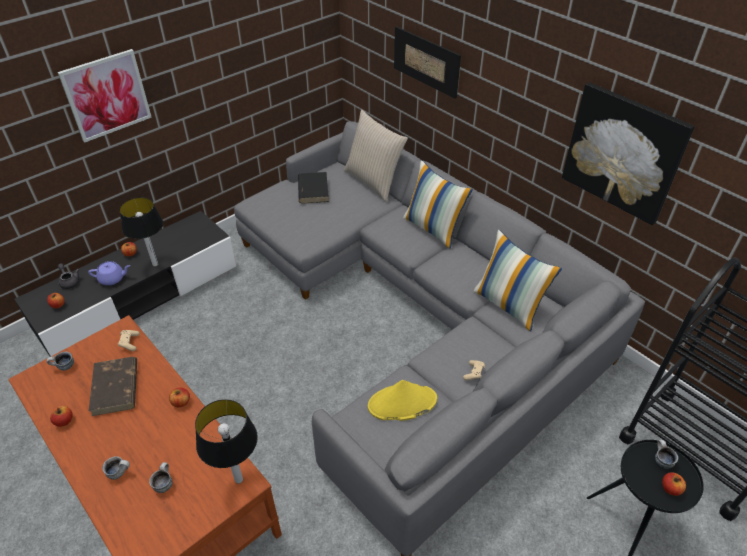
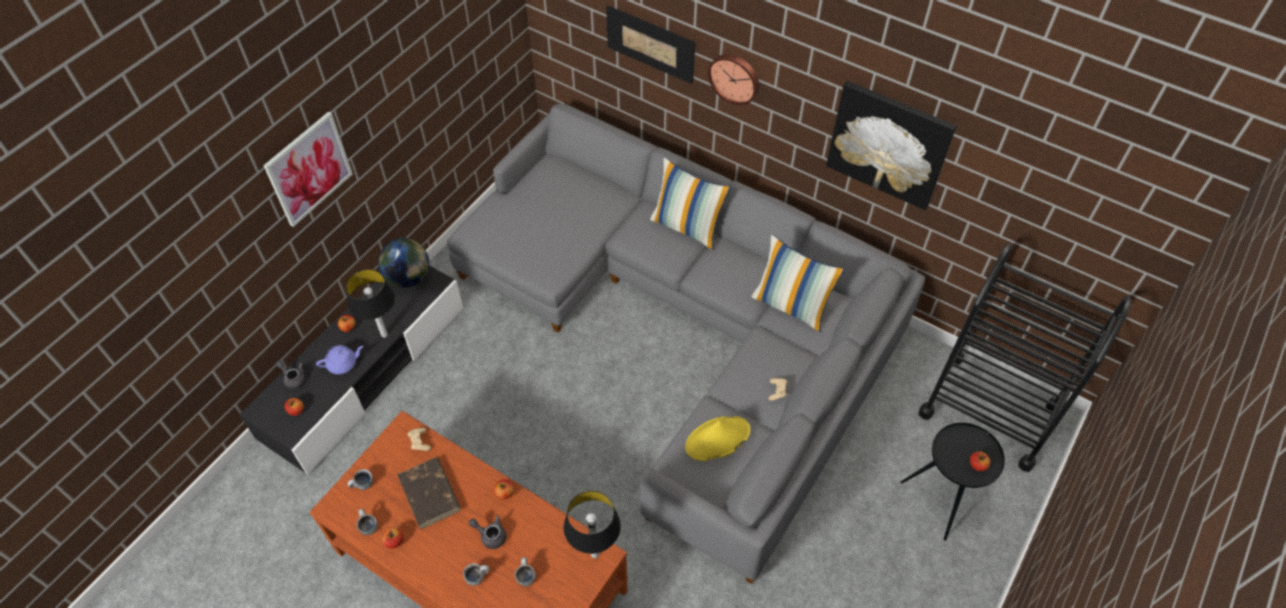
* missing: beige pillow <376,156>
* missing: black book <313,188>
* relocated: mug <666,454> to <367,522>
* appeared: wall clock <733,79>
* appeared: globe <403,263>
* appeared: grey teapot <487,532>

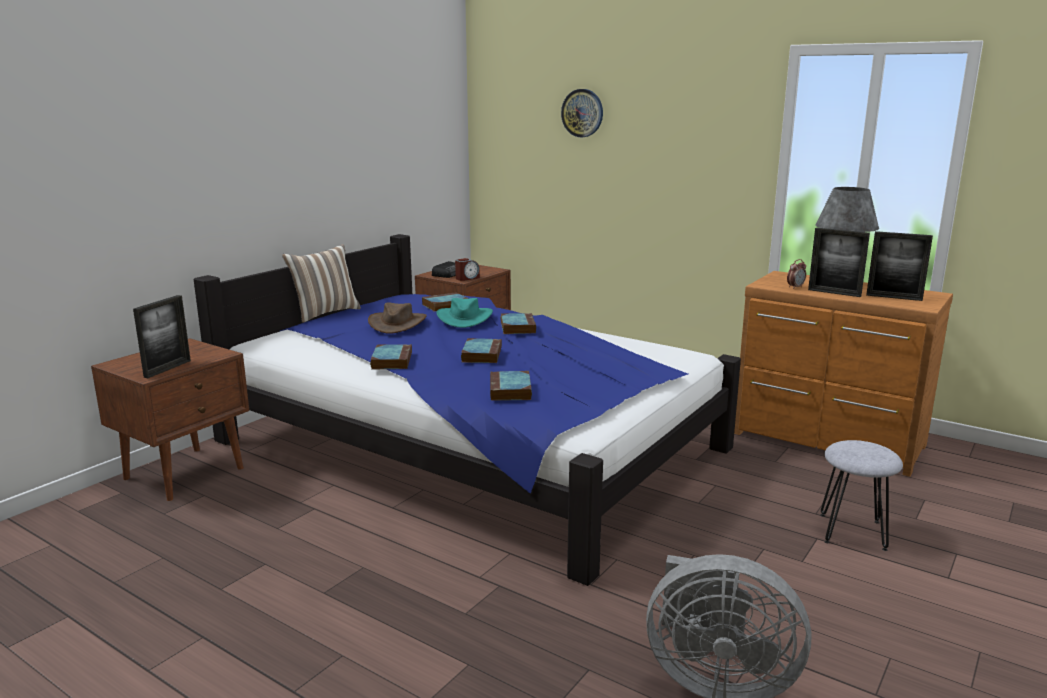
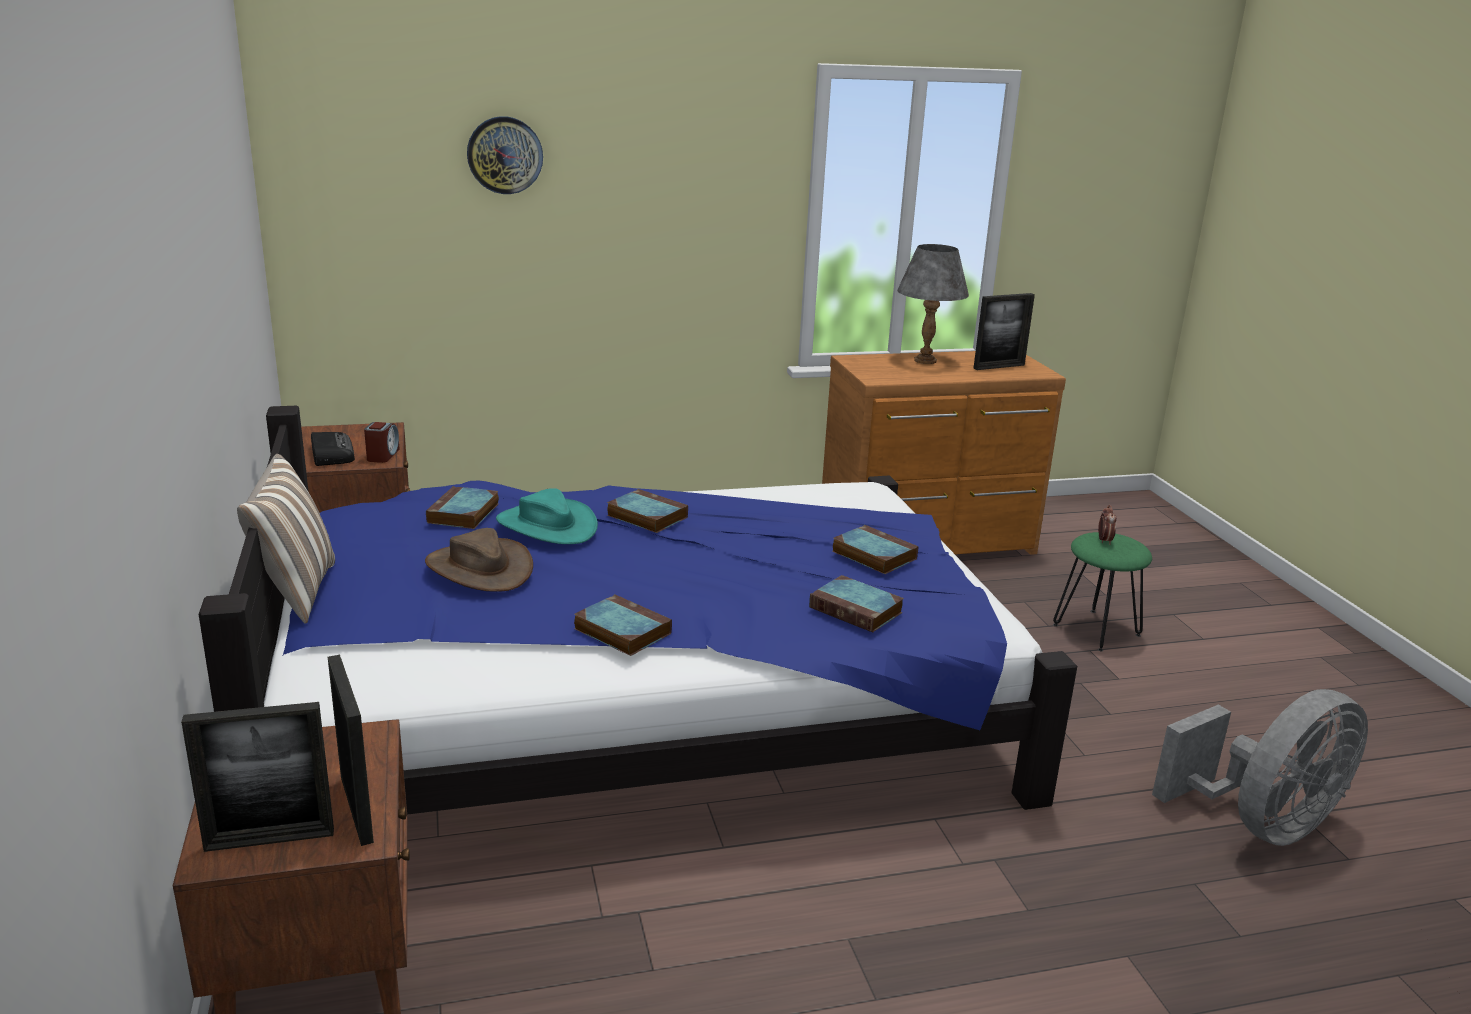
* relocated: picture frame <839,262> to <257,777>
* relocated: alarm clock <796,274> to <1107,525>
* relocated: book <481,350> to <875,549>
* colour: grey stool <861,495> to green stool <1102,592>

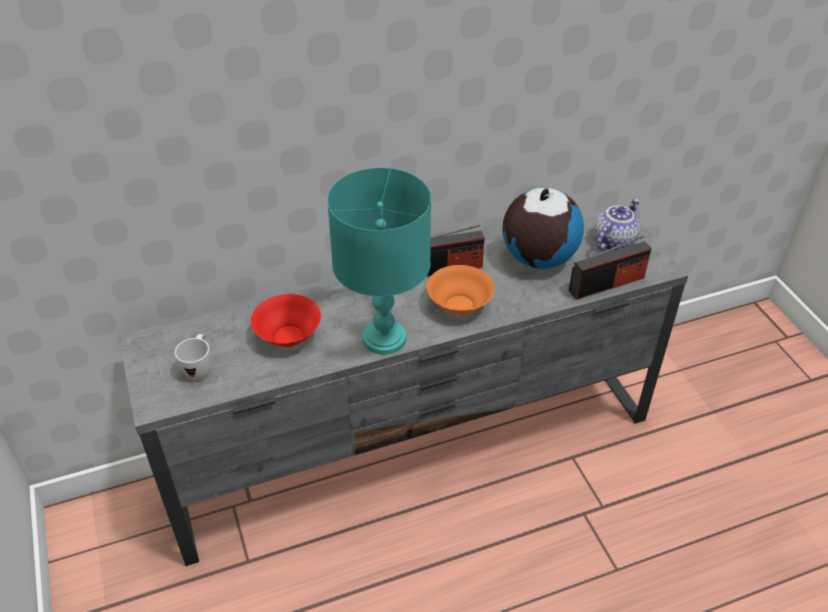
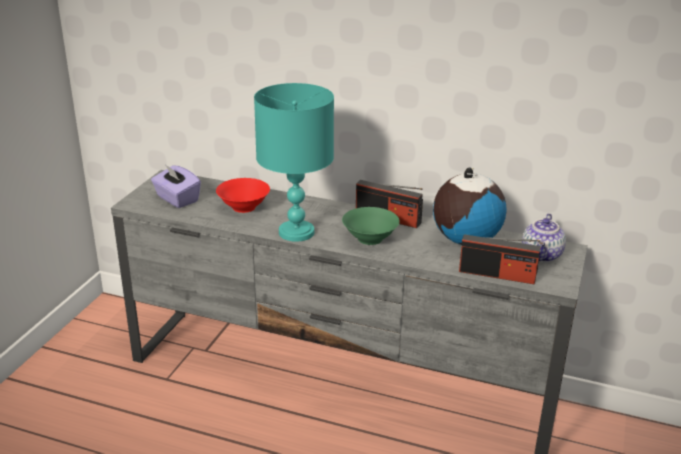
* spun: teapot <617,225> = <544,237> 120 degrees clockwise
* colour: orange bowl <460,290> to green bowl <371,226>
* exchanged: white mug <193,357> to purple tissue box <176,185>

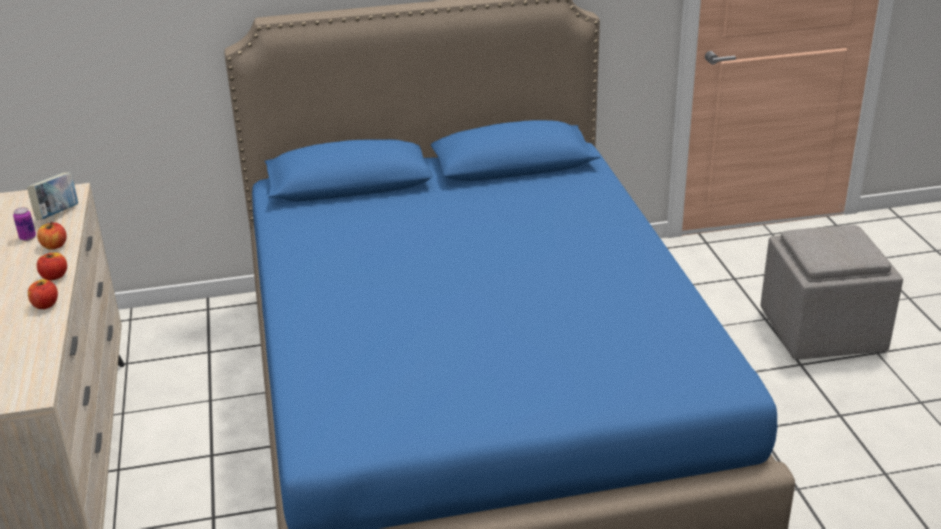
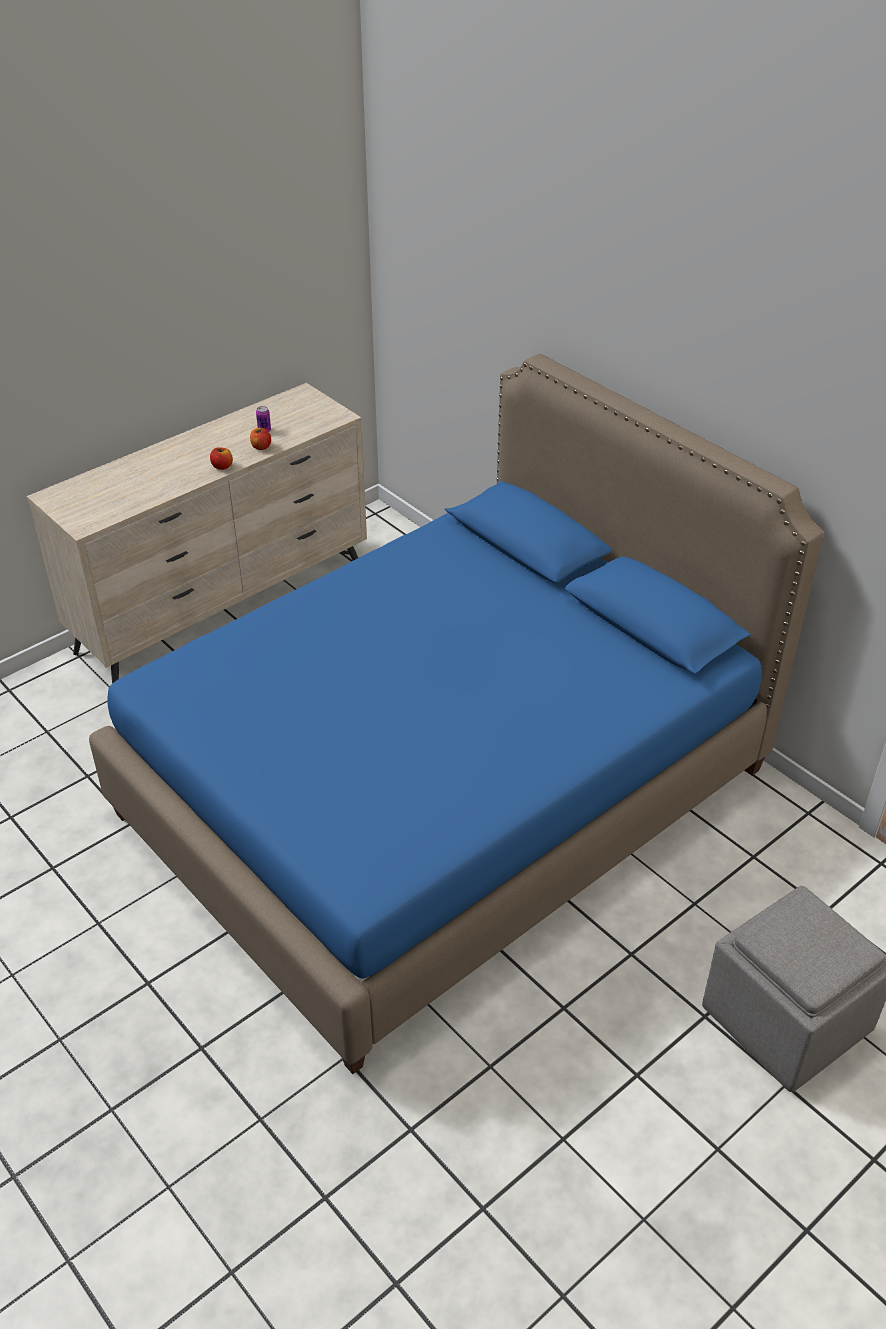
* missing: book <52,196>
* missing: apple <43,294>

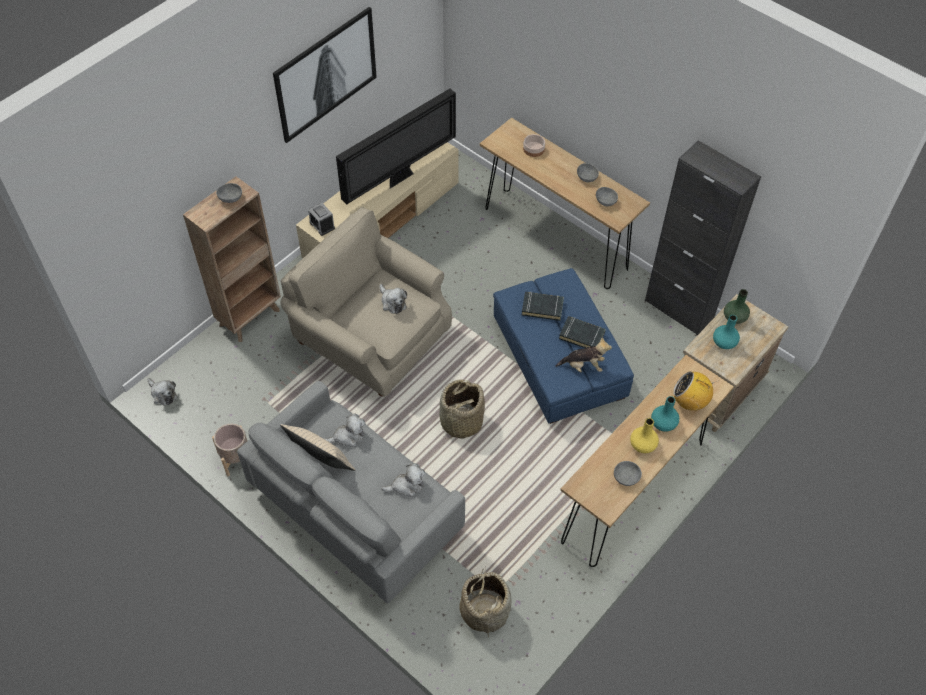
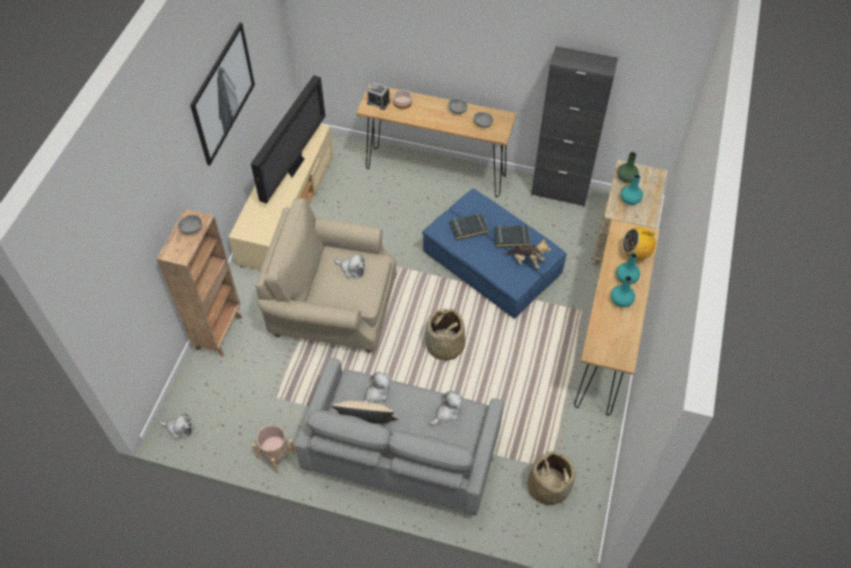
* relocated: alarm clock <321,219> to <378,96>
* spun: plush toy <584,354> = <527,254> 45 degrees clockwise
* colour: yellow vase <644,435> to turquoise vase <623,291>
* missing: grey bowl <628,473>

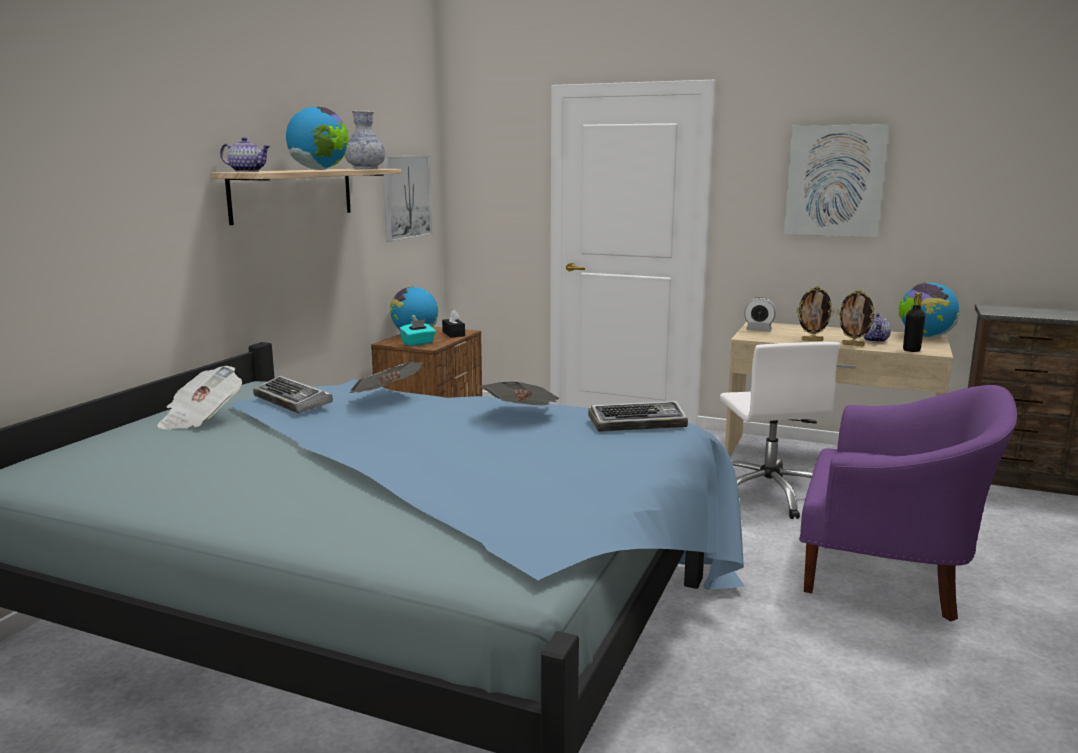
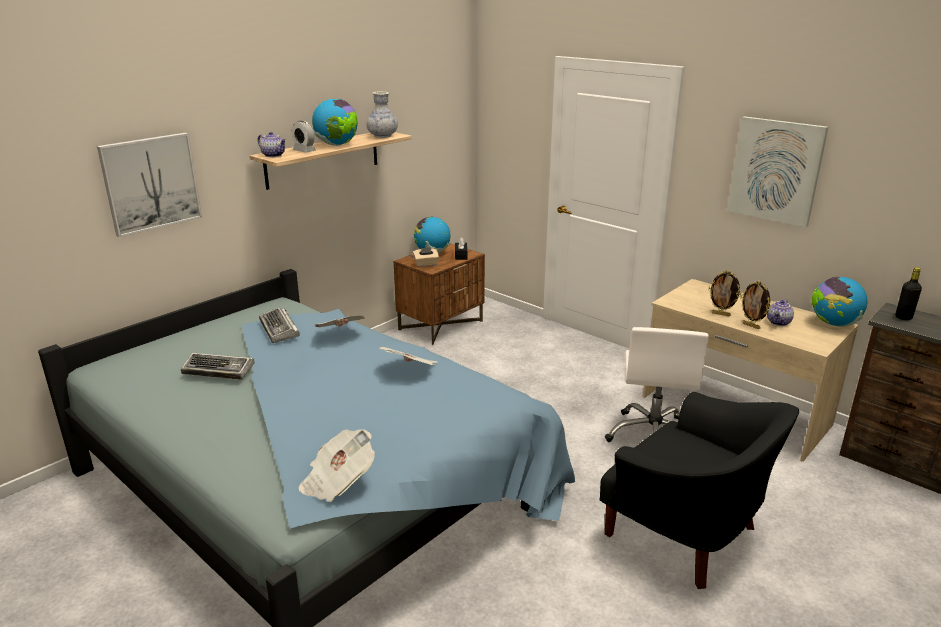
* relocated: picture <407,199> to <149,185>
* relocated: black bottle <914,322> to <909,293>
* relocated: alarm clock <760,314> to <304,137>
* colour: turquoise tissue box <417,332> to beige tissue box <426,257>
* relocated: newspaper <199,397> to <336,465>
* colour: purple armchair <908,503> to black armchair <699,490>
* relocated: keyboard <638,416> to <218,366>

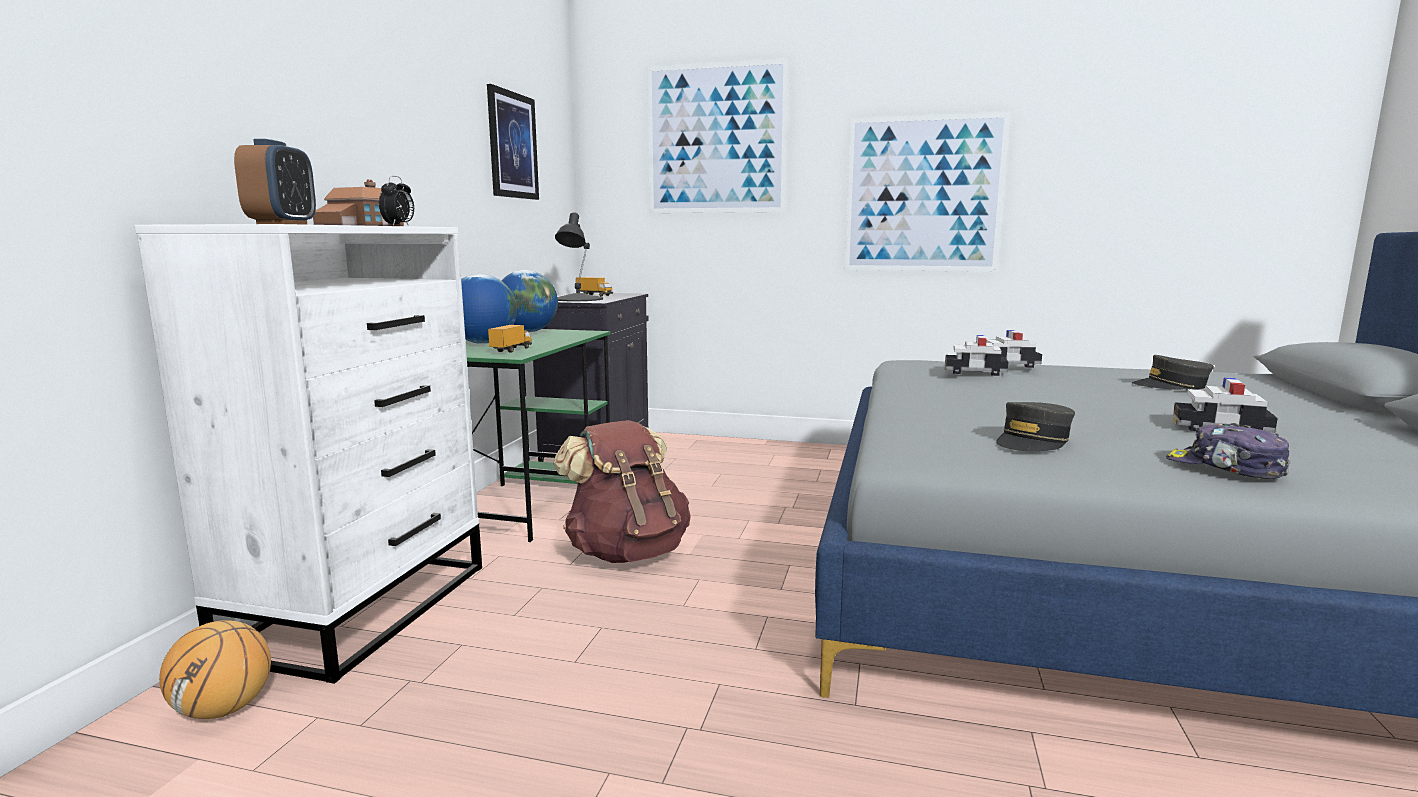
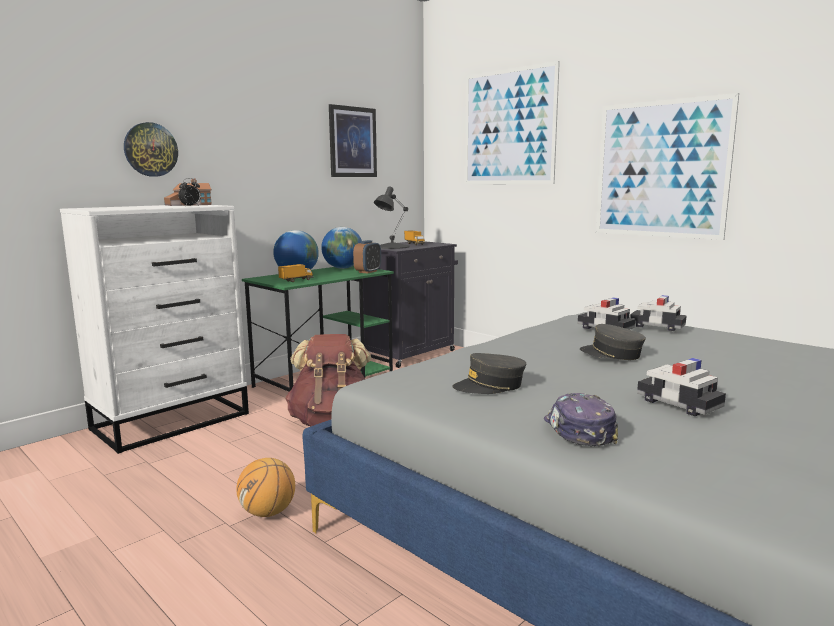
* relocated: alarm clock <275,182> to <367,256>
* relocated: grey cap <1173,372> to <613,342>
* relocated: basketball <215,669> to <265,487>
* appeared: wall clock <151,149>

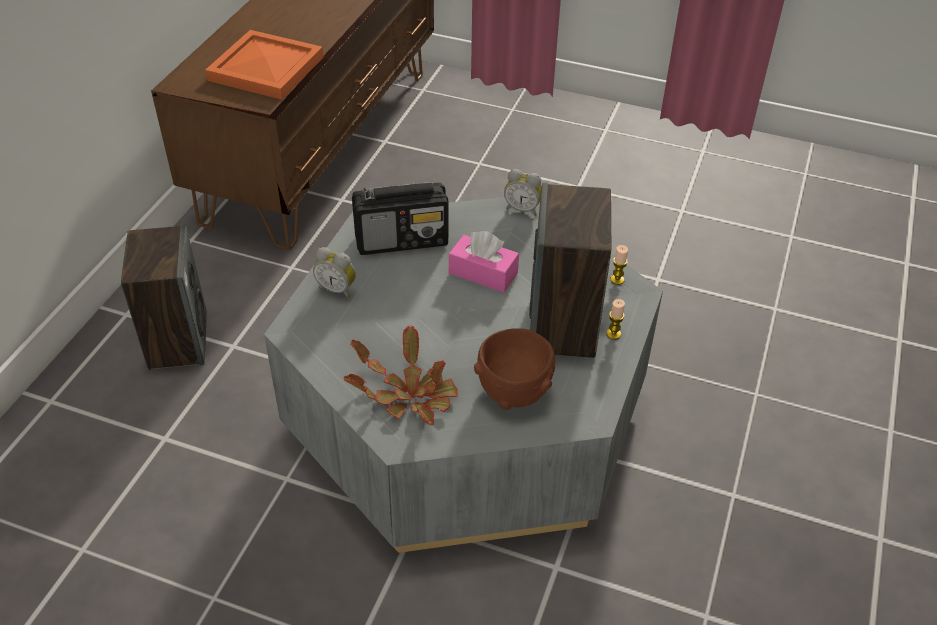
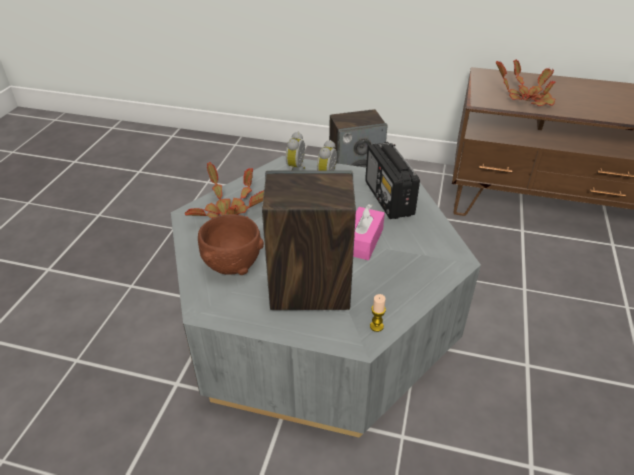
* exchanged: orange tray <264,65> to potted plant <525,82>
* relocated: alarm clock <523,192> to <295,151>
* missing: candle <615,319>

